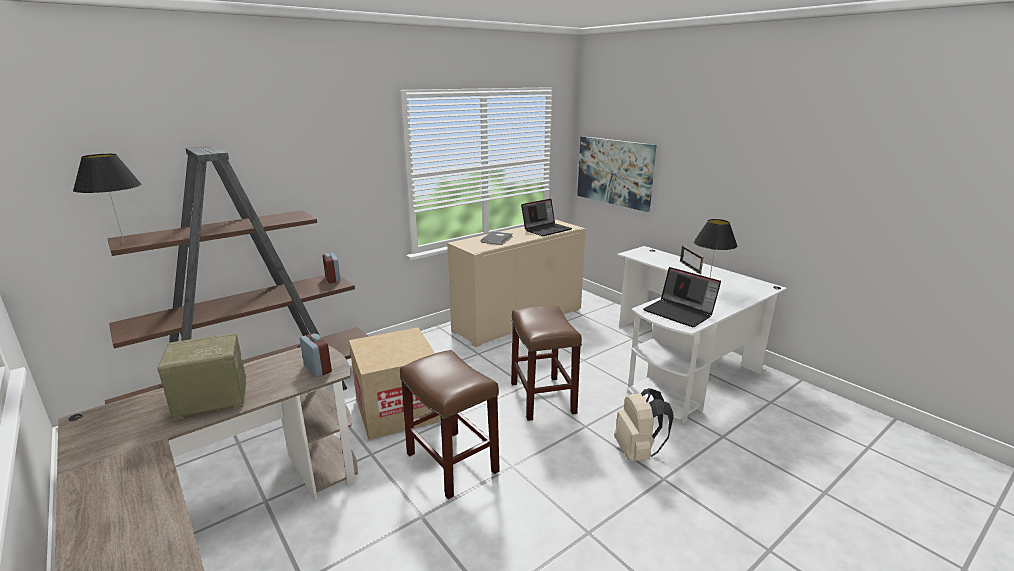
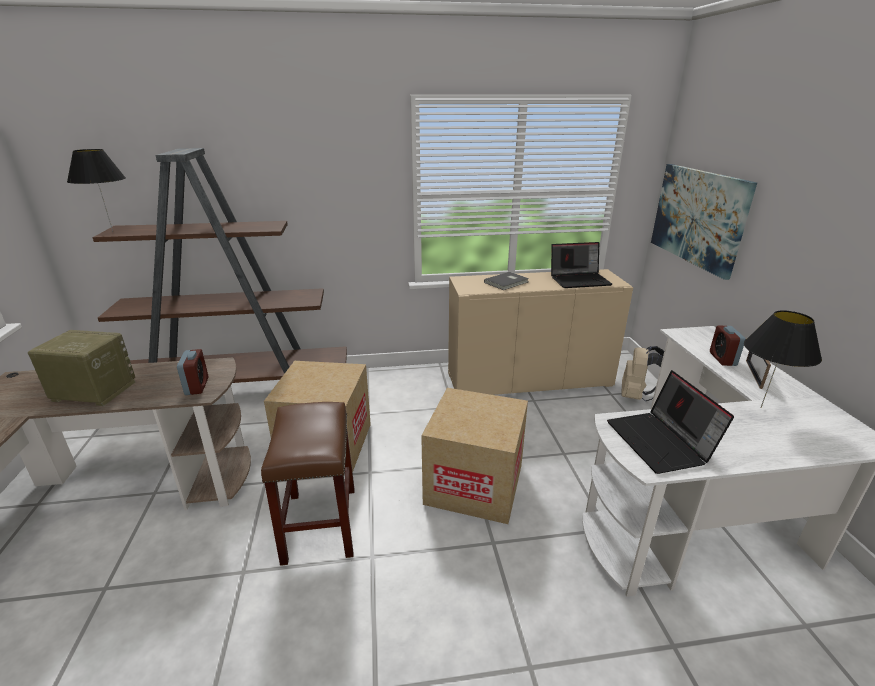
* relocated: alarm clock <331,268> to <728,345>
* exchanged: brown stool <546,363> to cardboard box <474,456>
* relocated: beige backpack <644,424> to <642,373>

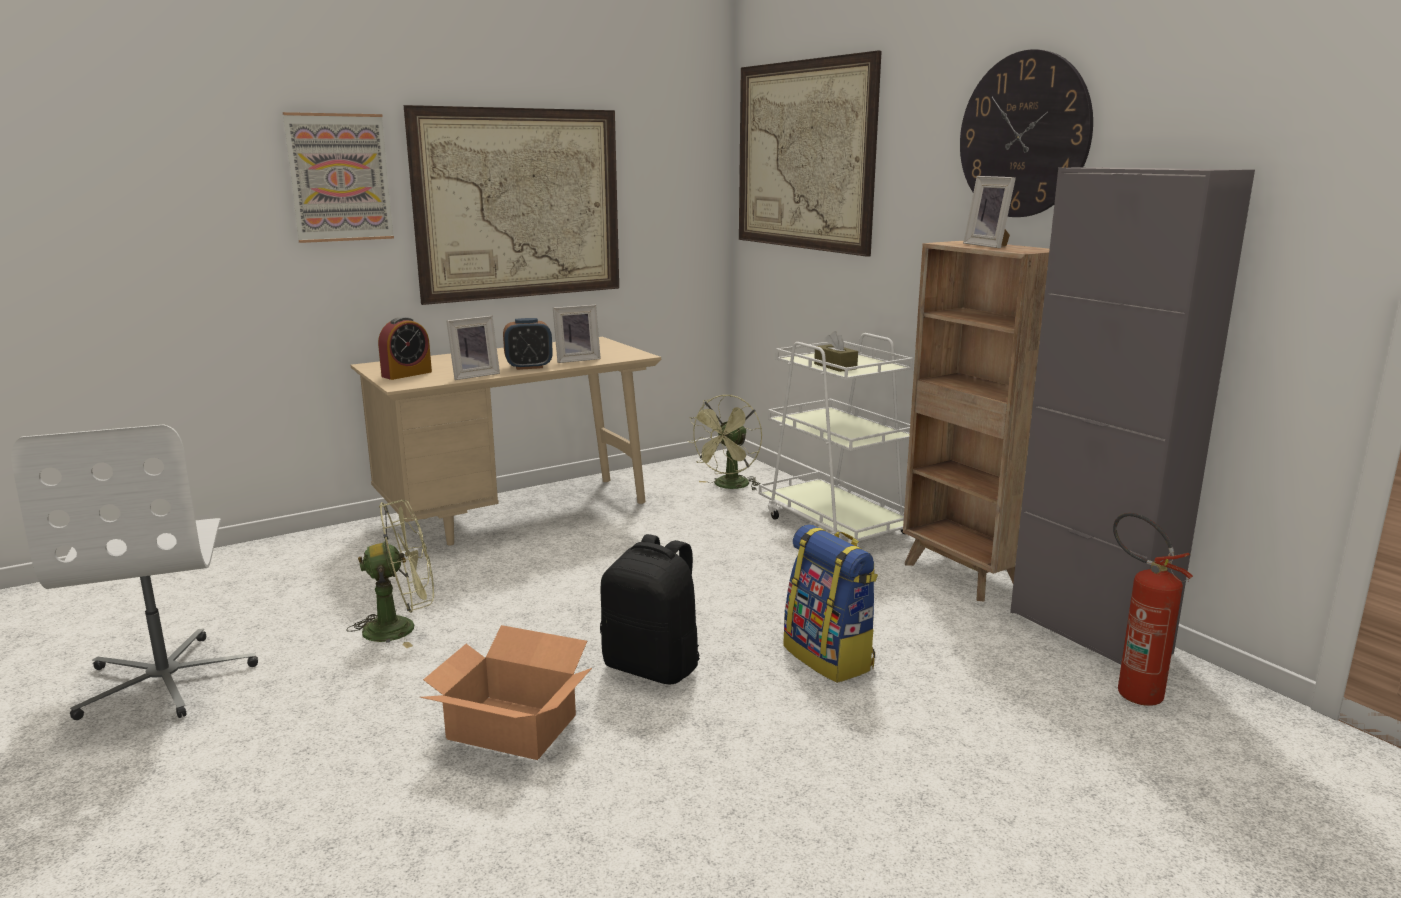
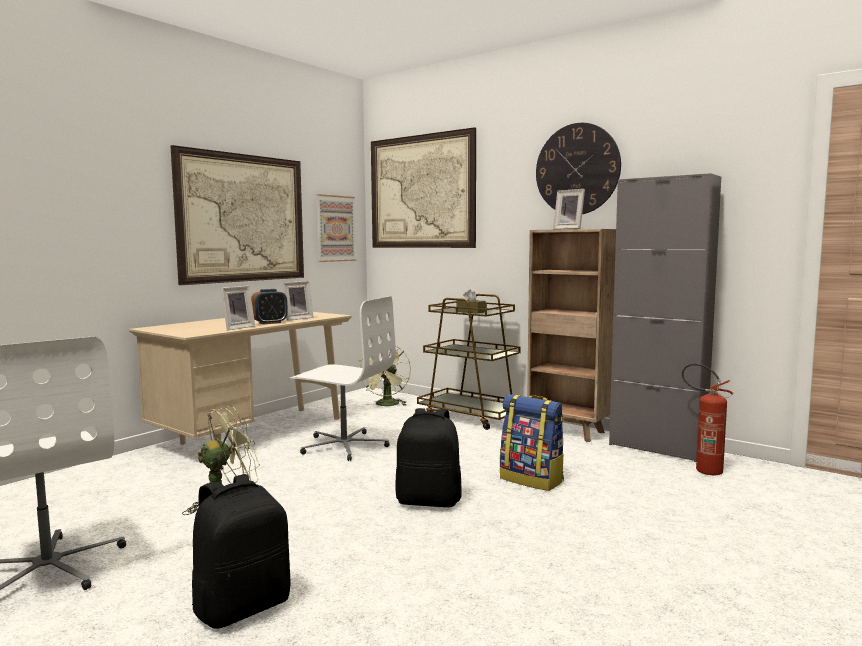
* relocated: picture <338,177> to <336,228>
* missing: alarm clock <405,348>
* colour: white cart <836,437> to brown cart <469,362>
* missing: cardboard box <506,692>
* appeared: white office chair <343,378>
* appeared: black backpack <241,551>

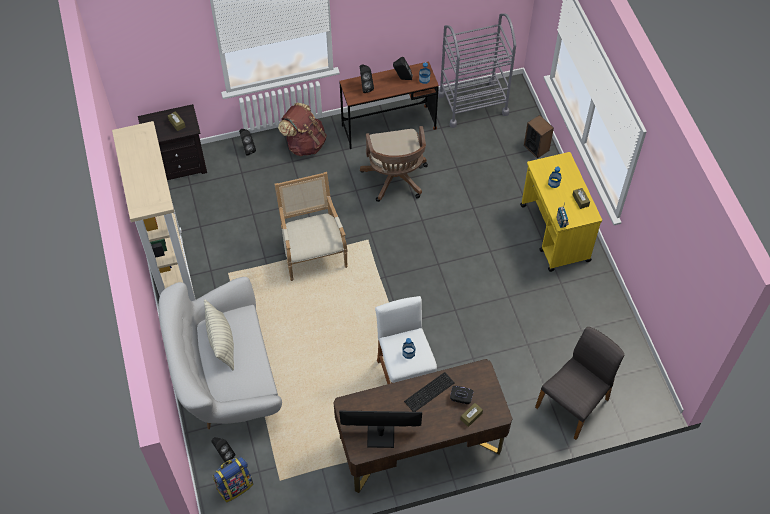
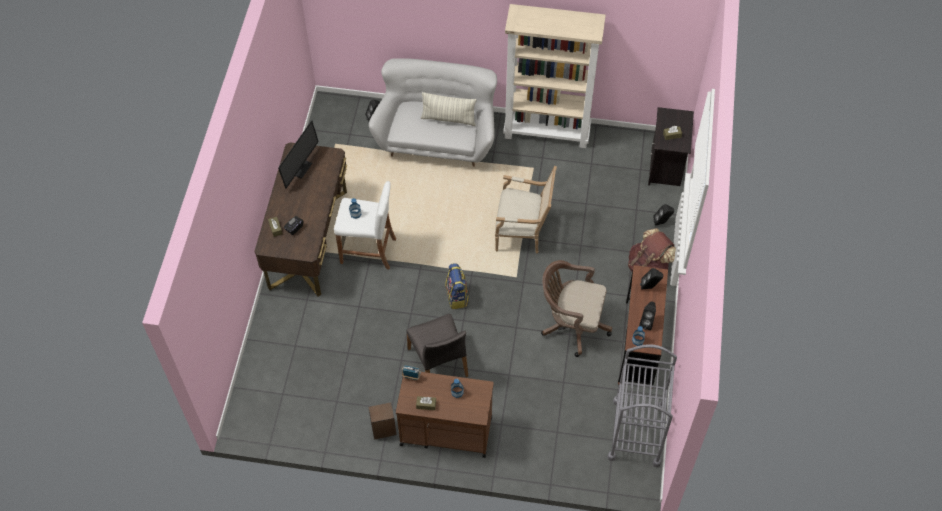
* relocated: speaker <539,136> to <382,421>
* colour: yellow cart <561,212> to brown cart <445,415>
* relocated: grey chair <579,383> to <437,345>
* missing: keyboard <429,392>
* relocated: backpack <233,480> to <457,286>

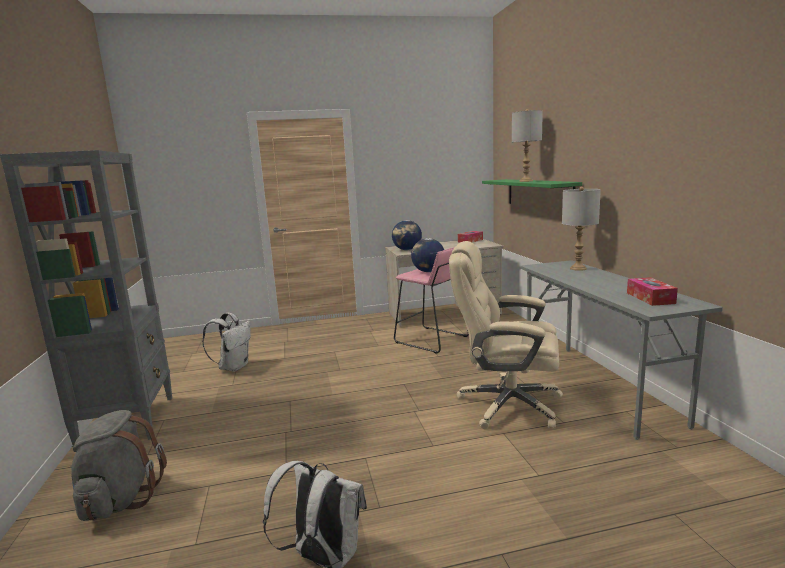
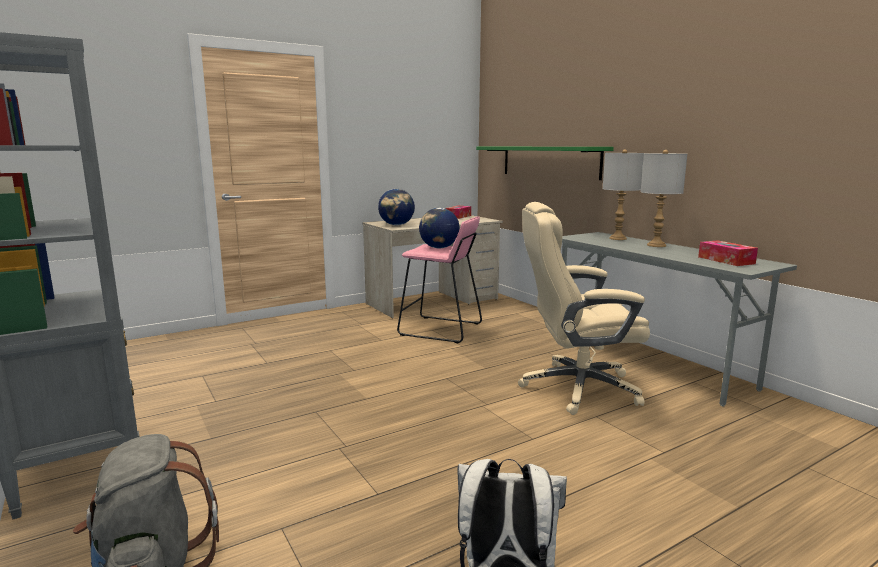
* relocated: grey table lamp <527,145> to <664,198>
* missing: white backpack <226,342>

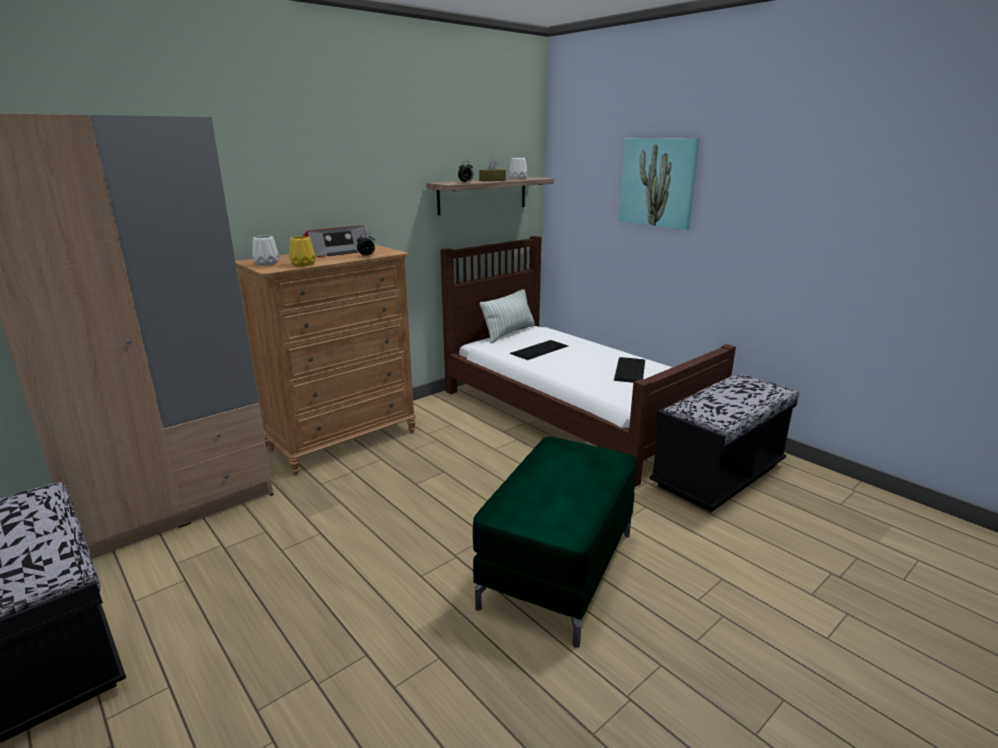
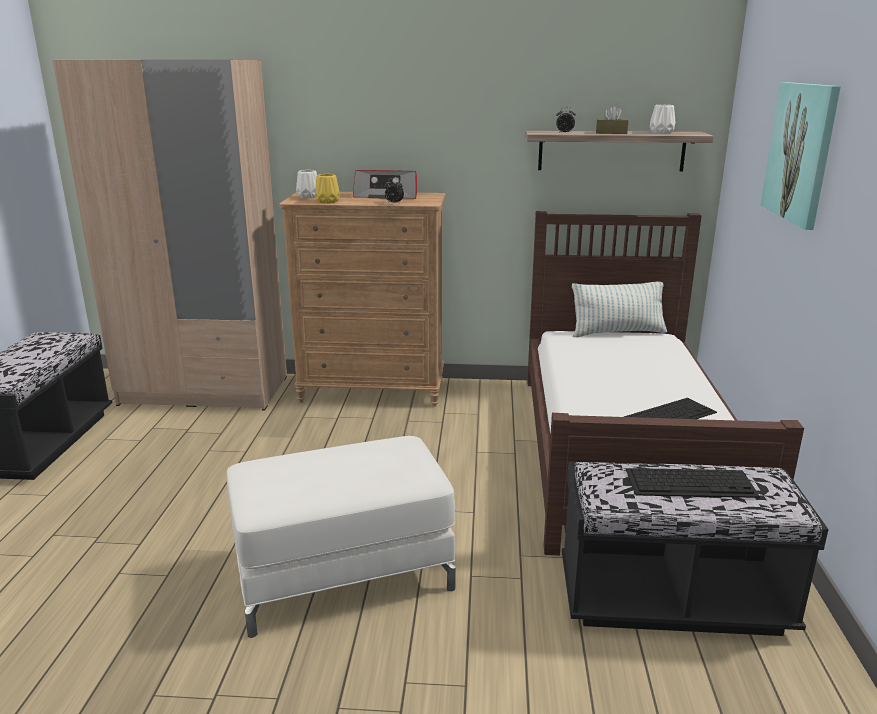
* relocated: keyboard <539,350> to <693,483>
* colour: green ottoman <555,542> to white ottoman <341,537>

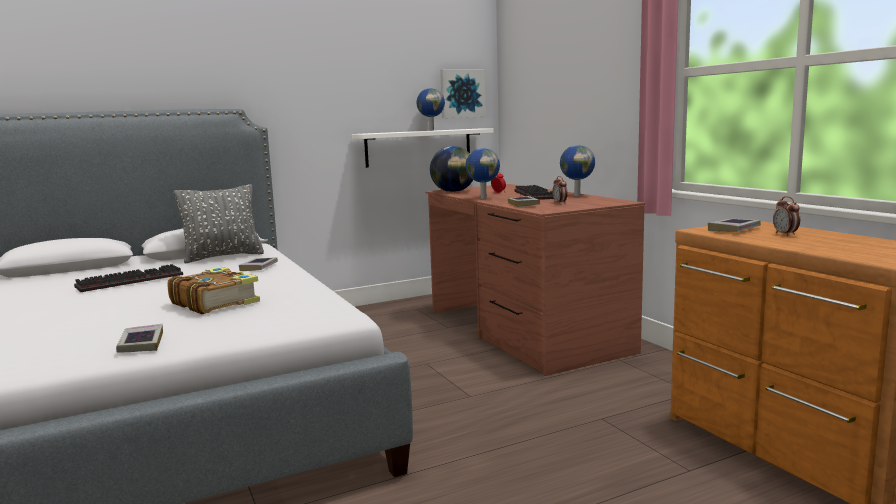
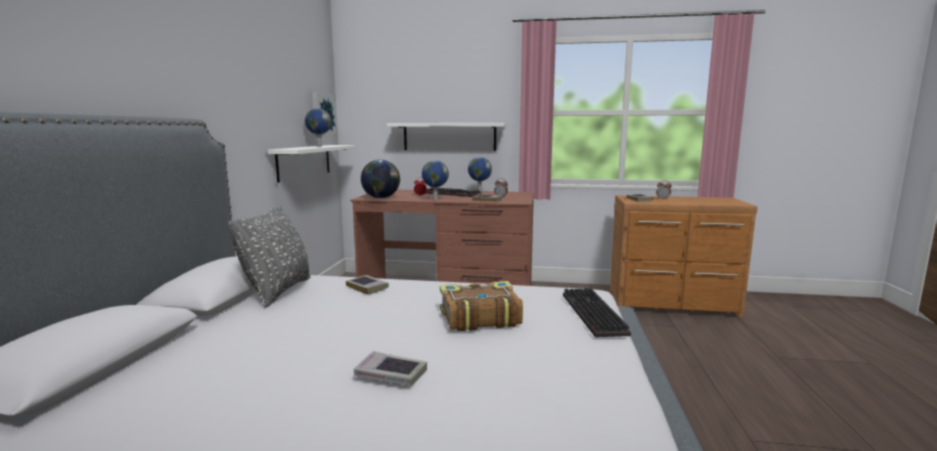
* relocated: keyboard <128,278> to <597,312>
* relocated: book <139,338> to <390,368>
* appeared: white shelf <447,137>

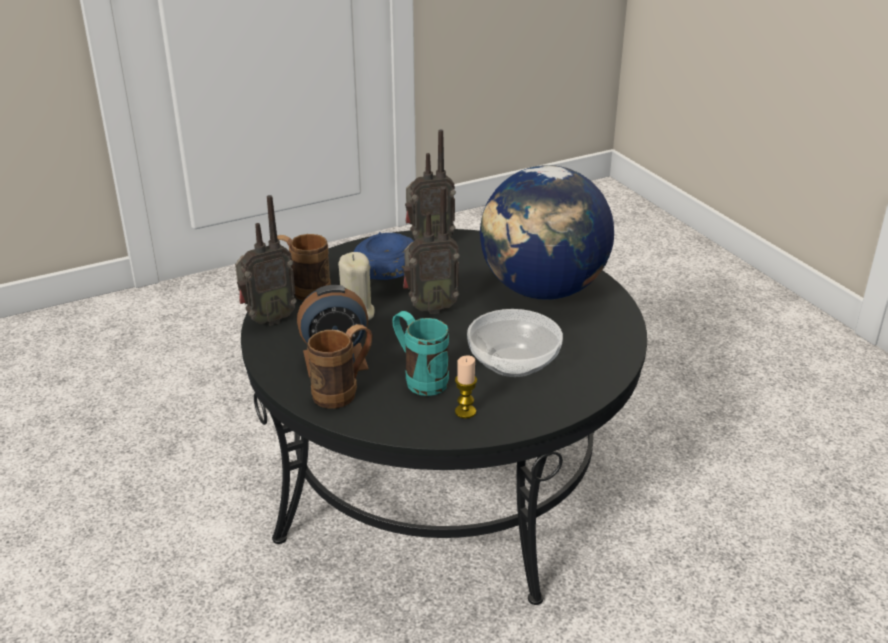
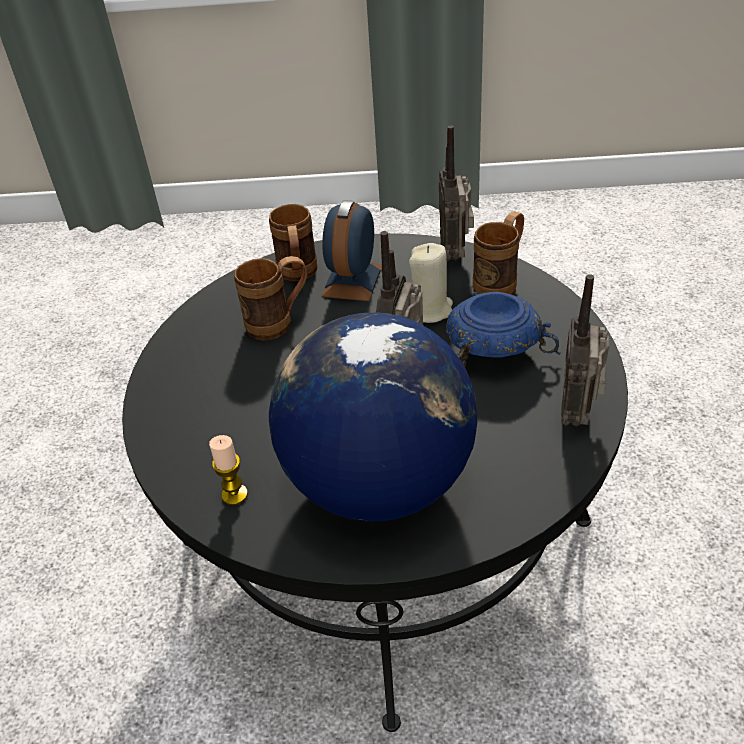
* missing: bowl <515,343>
* colour: turquoise mug <420,353> to brown mug <270,298>
* relocated: candle <466,387> to <228,470>

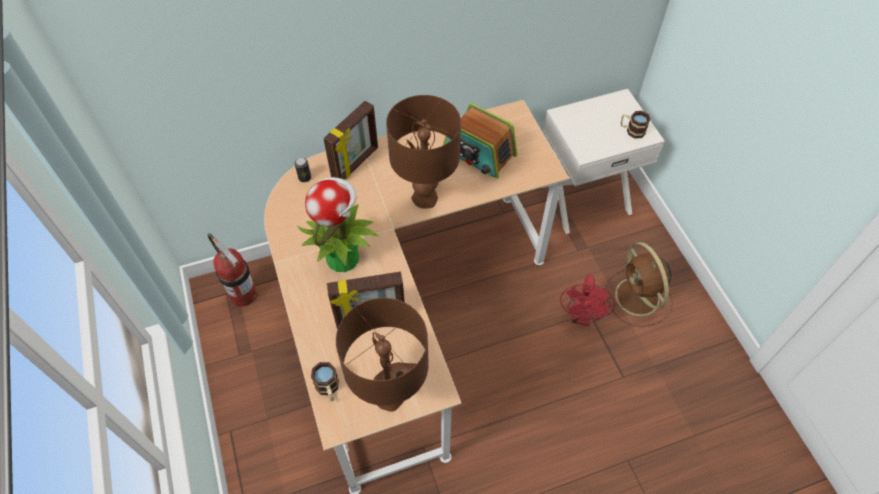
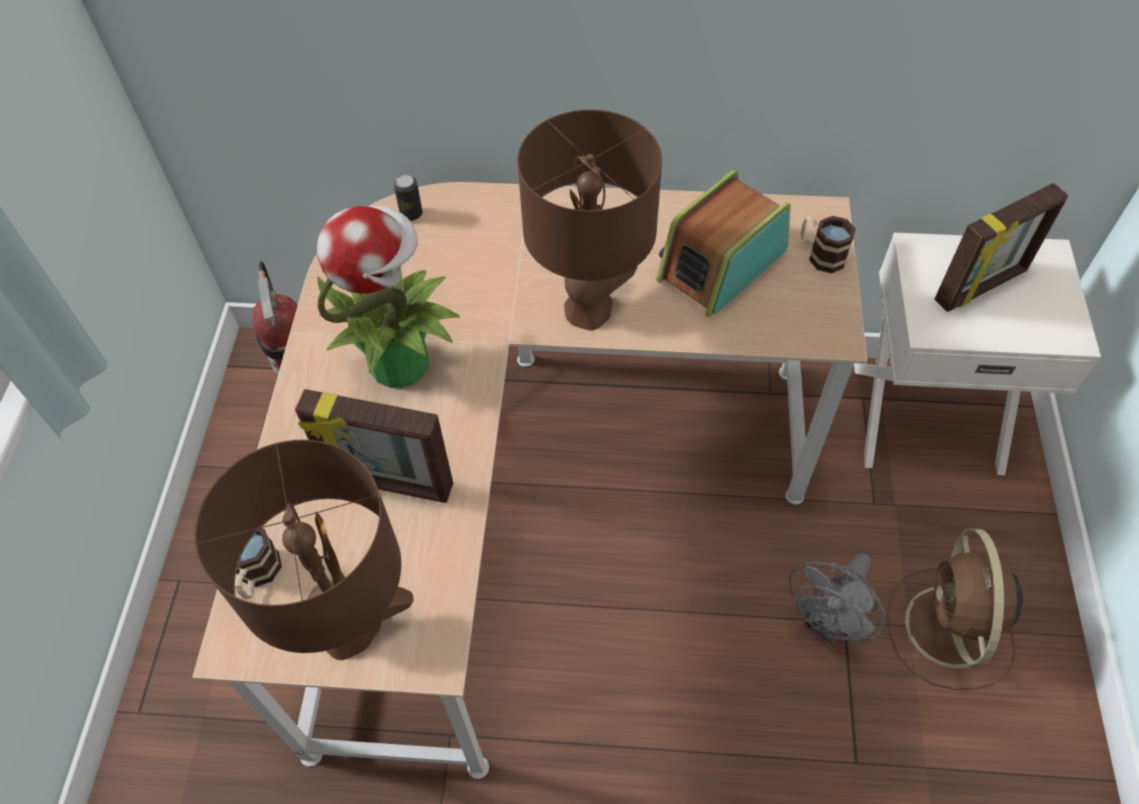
* relocated: picture frame <350,140> to <1002,247>
* spun: radio <479,140> = <723,244> 75 degrees clockwise
* relocated: mug <635,125> to <828,244>
* colour: red fan <587,300> to grey fan <837,598>

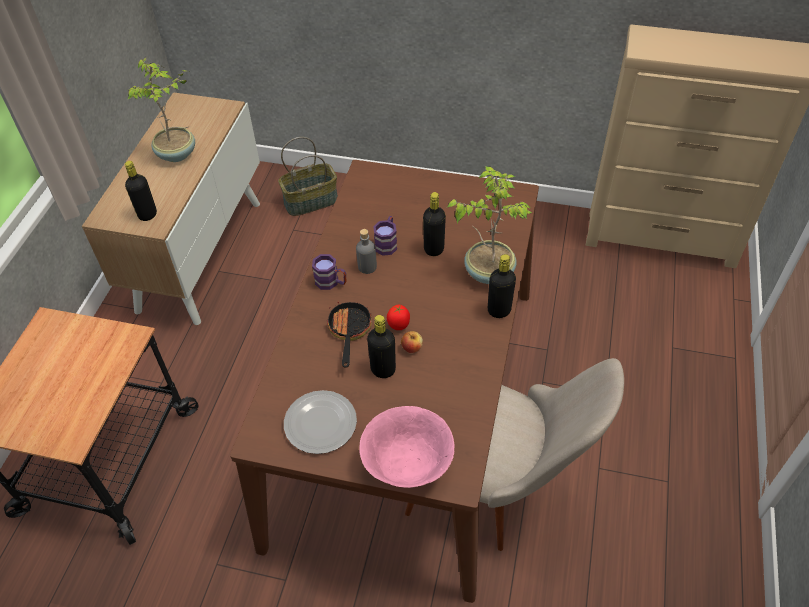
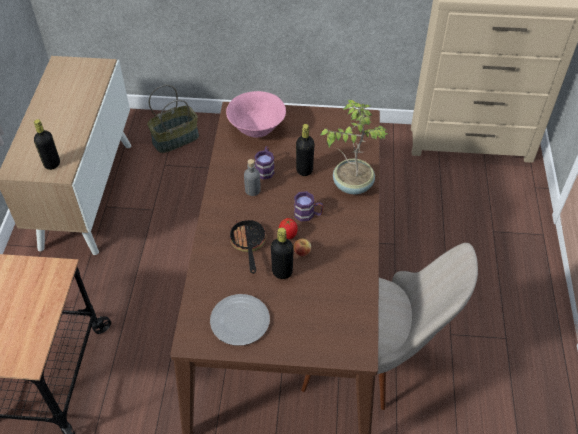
* missing: potted plant <161,109>
* relocated: purple mug <329,272> to <309,206>
* missing: black bottle <502,286>
* relocated: pink bowl <407,447> to <256,114>

